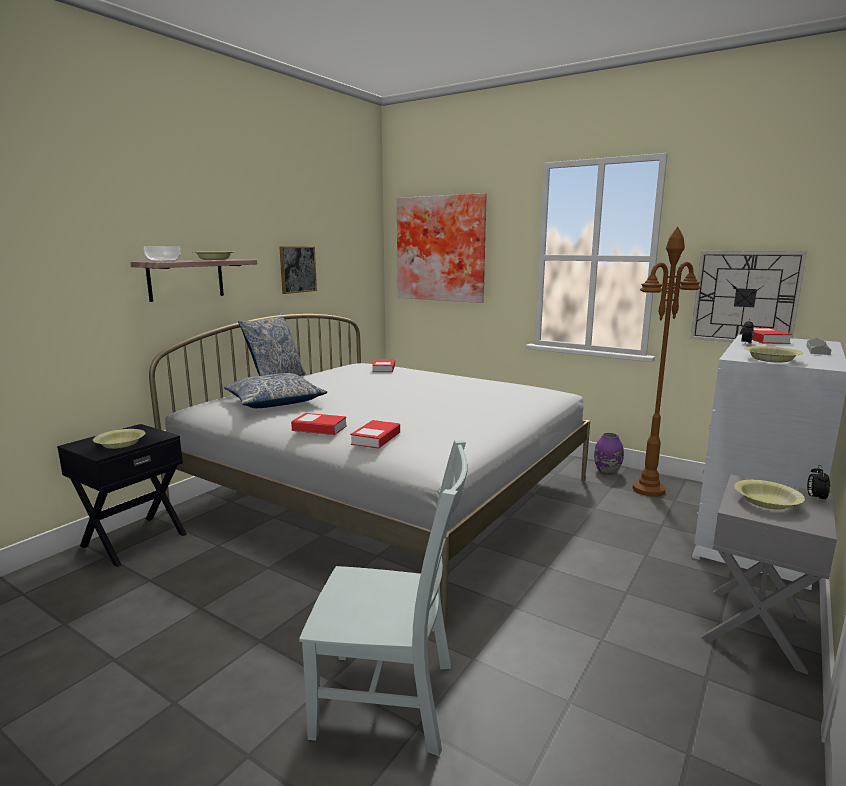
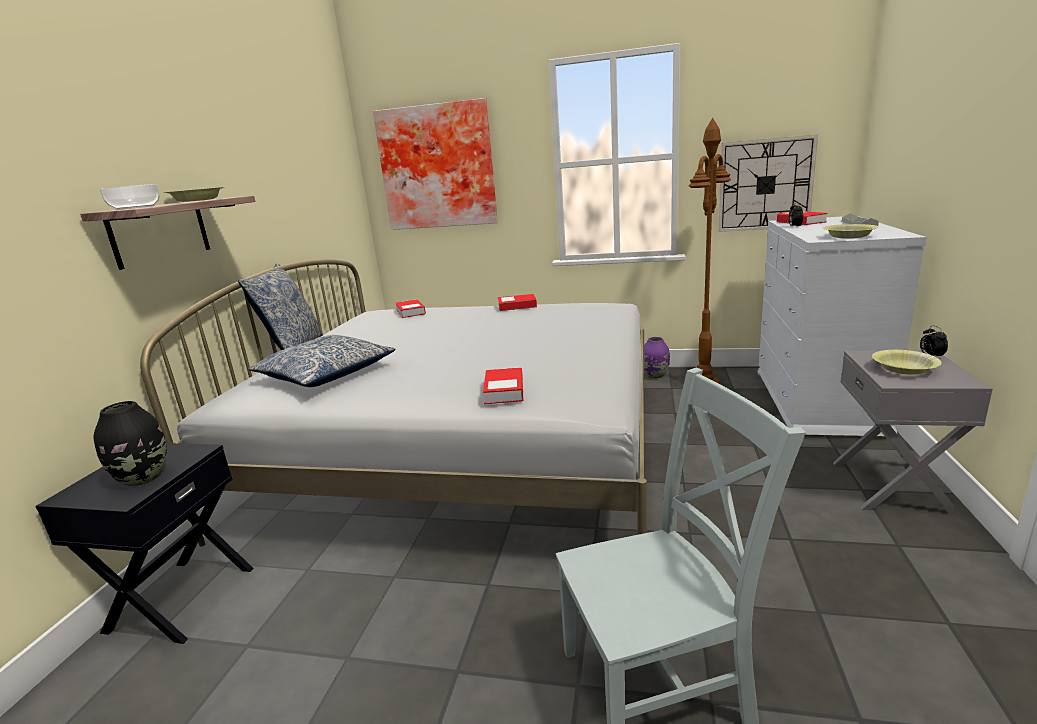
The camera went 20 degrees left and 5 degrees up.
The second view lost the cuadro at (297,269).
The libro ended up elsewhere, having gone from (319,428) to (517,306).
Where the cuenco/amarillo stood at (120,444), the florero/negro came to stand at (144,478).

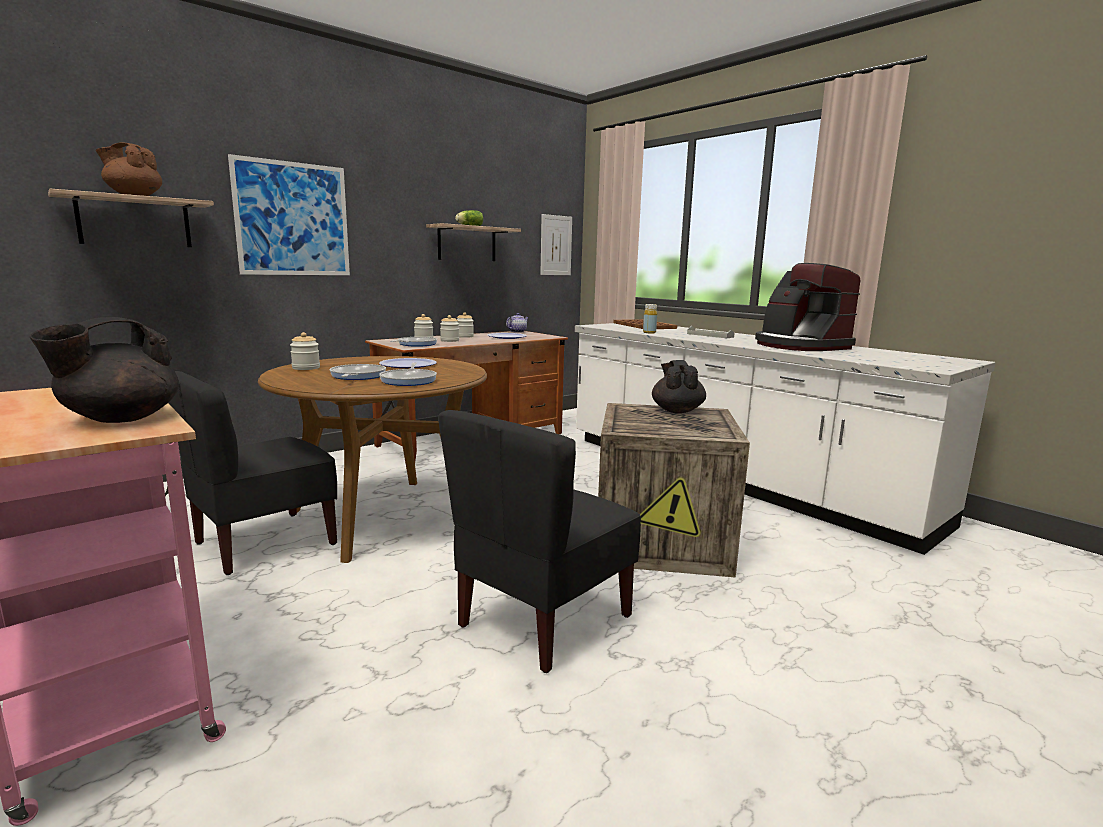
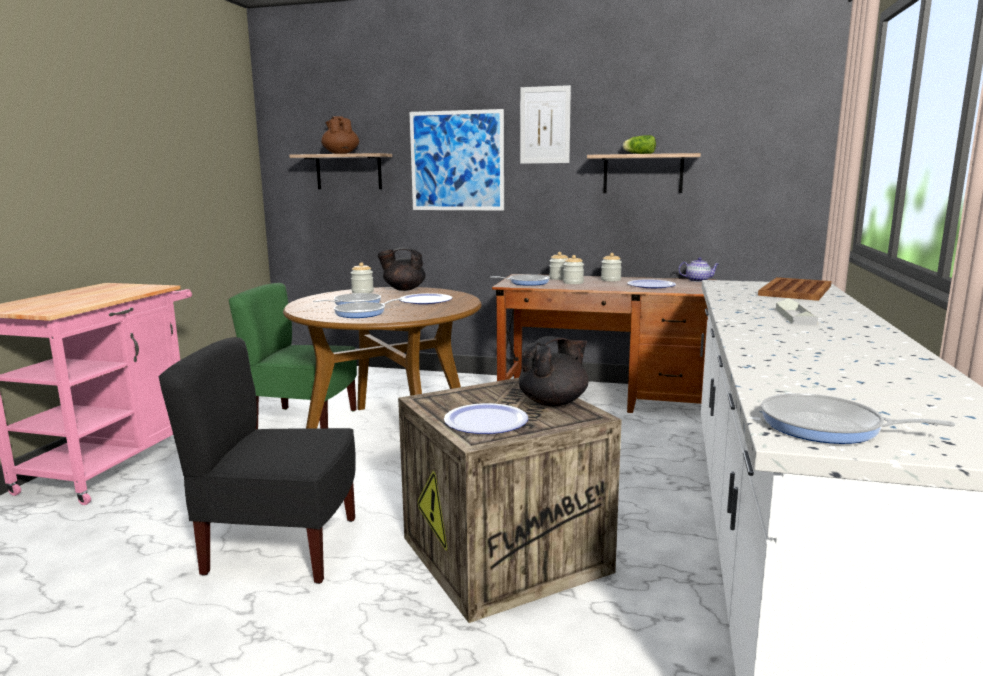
The camera went 55 degrees right and 0 degrees up.
The second view lost the botella/amarillo at (649,332).
The second view lost the cafetera at (799,346).
The second view gained the plato at (486,421).
The second view gained the sartén at (827,427).
The tetera/negro ended up elsewhere, having gone from (120,418) to (403,289).
The cuadro ended up elsewhere, having gone from (556,245) to (545,125).
What was the silla/negro at (264,543) turned into the silla/verde at (304,422).

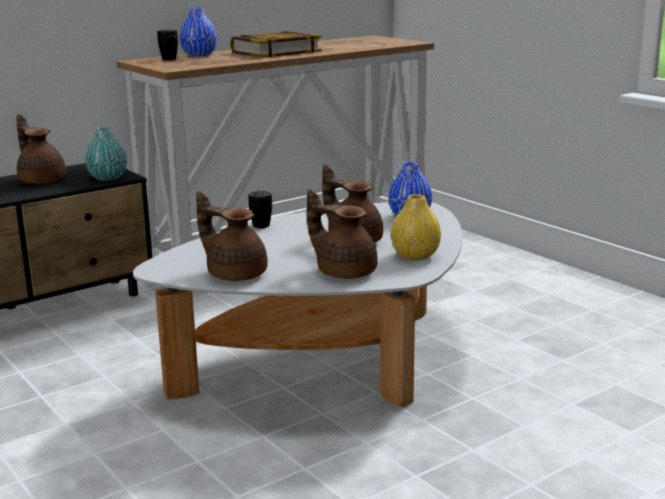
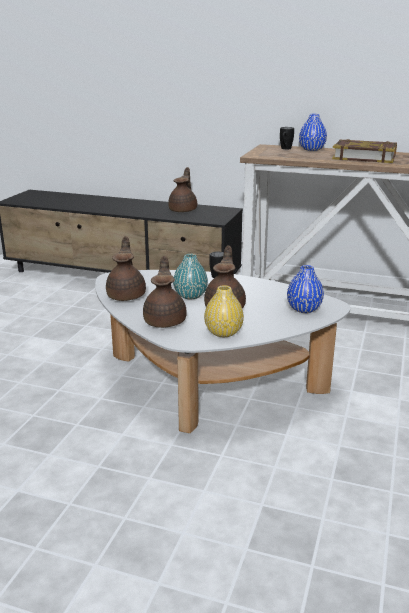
The camera went 55 degrees right and 5 degrees up.
The florero/turquesa ended up elsewhere, having gone from (107,178) to (190,295).

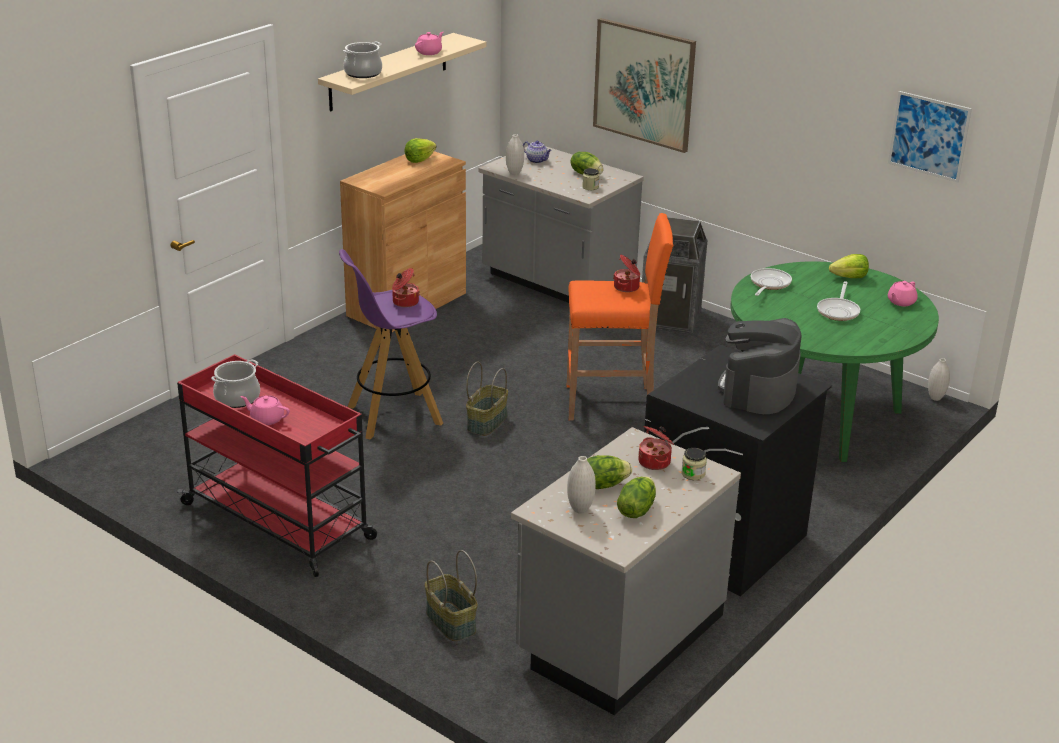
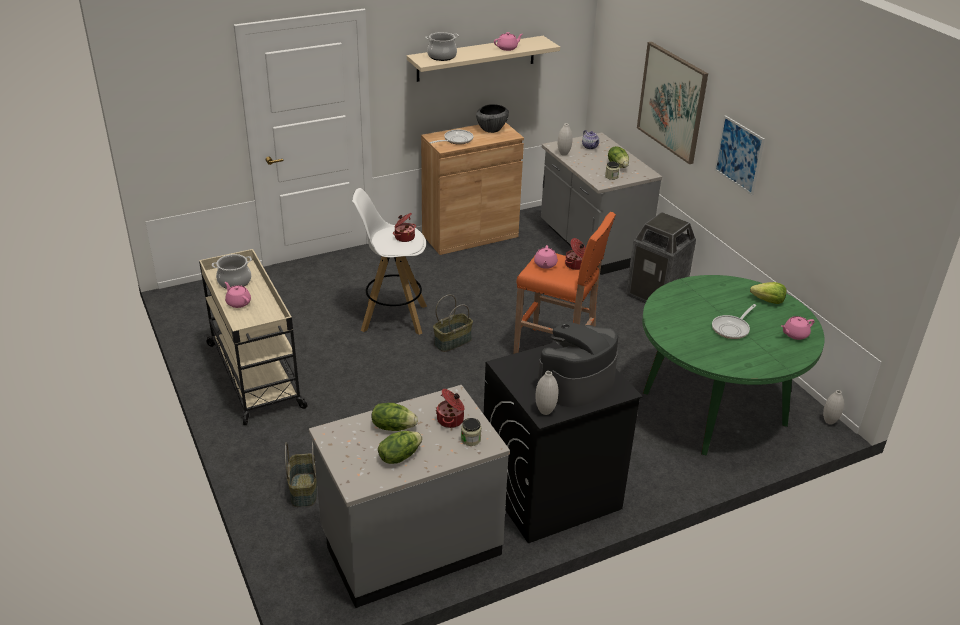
The camera went 25 degrees right and 5 degrees up.
The second view gained the tetera/rosa at (545,264).
The florero/blanco ended up elsewhere, having gone from (580,509) to (545,411).
The sartén ended up elsewhere, having gone from (769,284) to (456,140).
The cuadro ended up elsewhere, having gone from (929,136) to (739,155).
Where the lechuga stood at (419,160), the cuenco came to stand at (491,130).
What was the carrito/rojo at (279,522) turned into the carrito/beis at (256,376).
What was the taburete/morado at (393,415) turned into the taburete/blanco at (393,318).

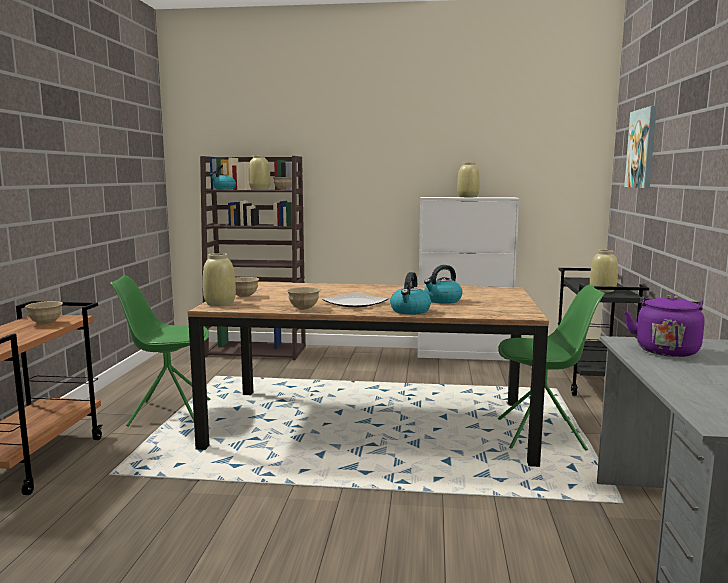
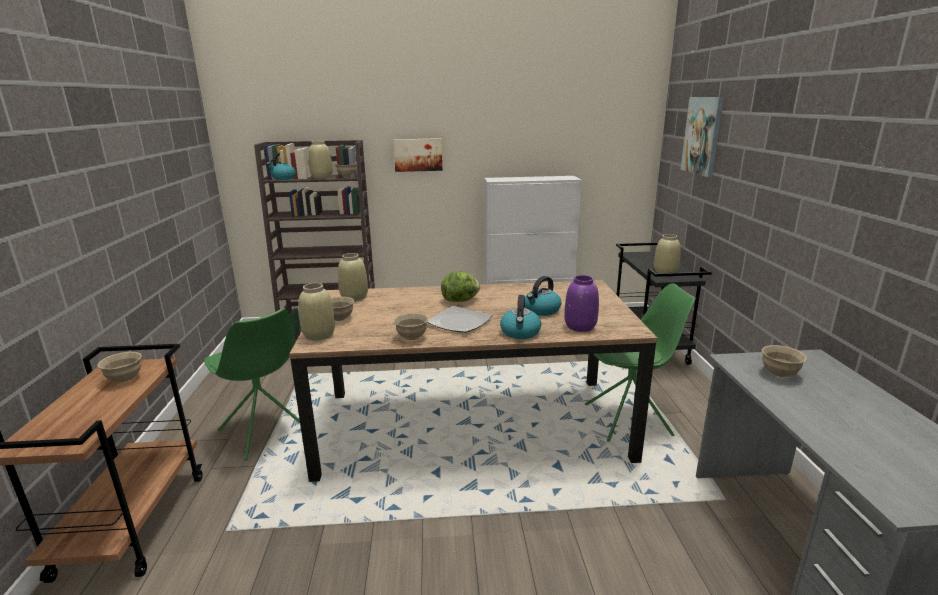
The camera went 10 degrees left and 10 degrees up.
The second view gained the cuadro at (418,154).
The second view gained the lechuga at (461,300).
The second view gained the florero/morado at (579,326).
The florero/beis ended up elsewhere, having gone from (468,197) to (354,297).
Where the hervidor/morado stood at (666,350), the cuenco/beis came to stand at (779,374).
The silla/verde at (168,412) ended up facing another way, 120 degrees counterclockwise from before.

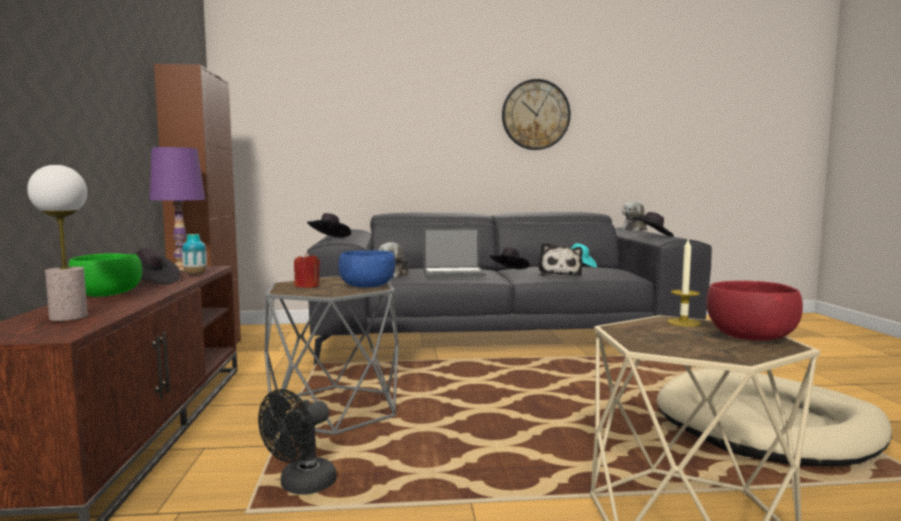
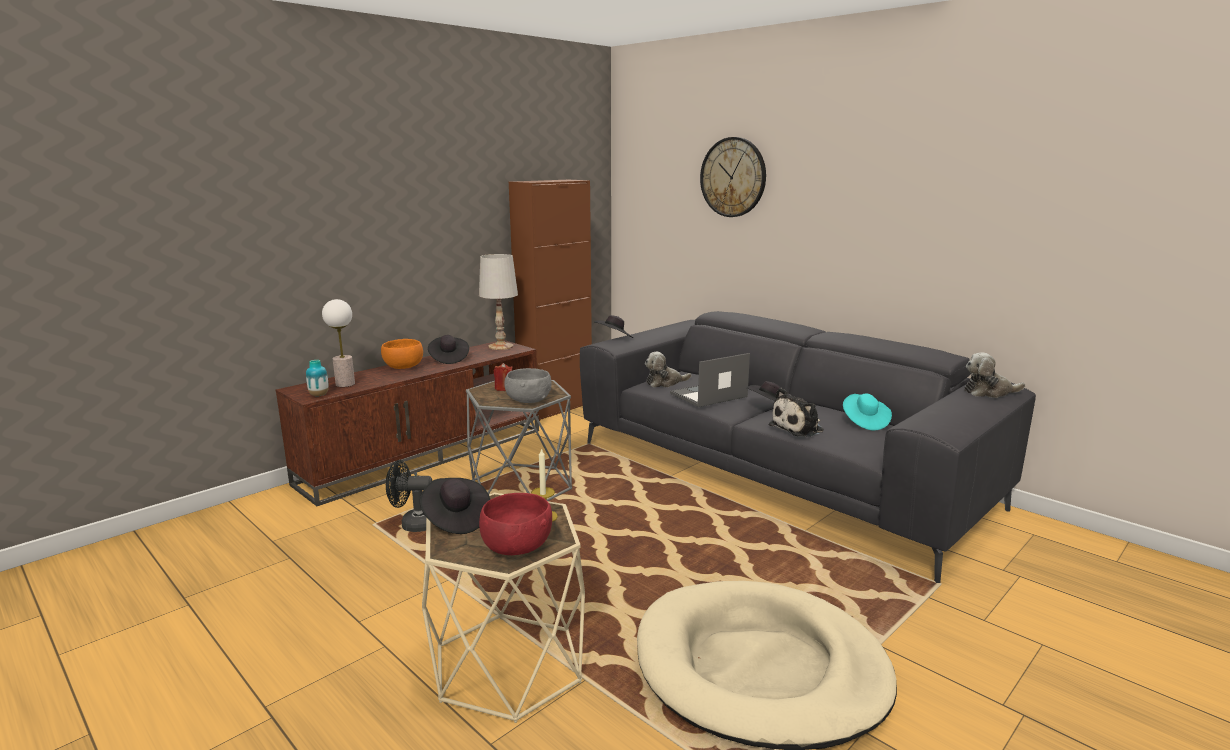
The camera went 50 degrees right and 10 degrees up.
The florero ended up elsewhere, having gone from (195,274) to (319,395).
The reloj de pared ended up elsewhere, having gone from (535,115) to (733,177).
The sombrero/negro ended up elsewhere, having gone from (652,236) to (455,519).
What was the cuenco/verde at (108,294) turned into the cuenco/naranja at (404,367).
What was the lámpara de mesa/morado at (182,269) turned into the lámpara de mesa/blanco at (501,346).
What was the cuenco/azul at (366,287) turned into the cuenco/gris at (528,400).
The portátil at (454,273) ended up facing another way, 105 degrees clockwise from before.

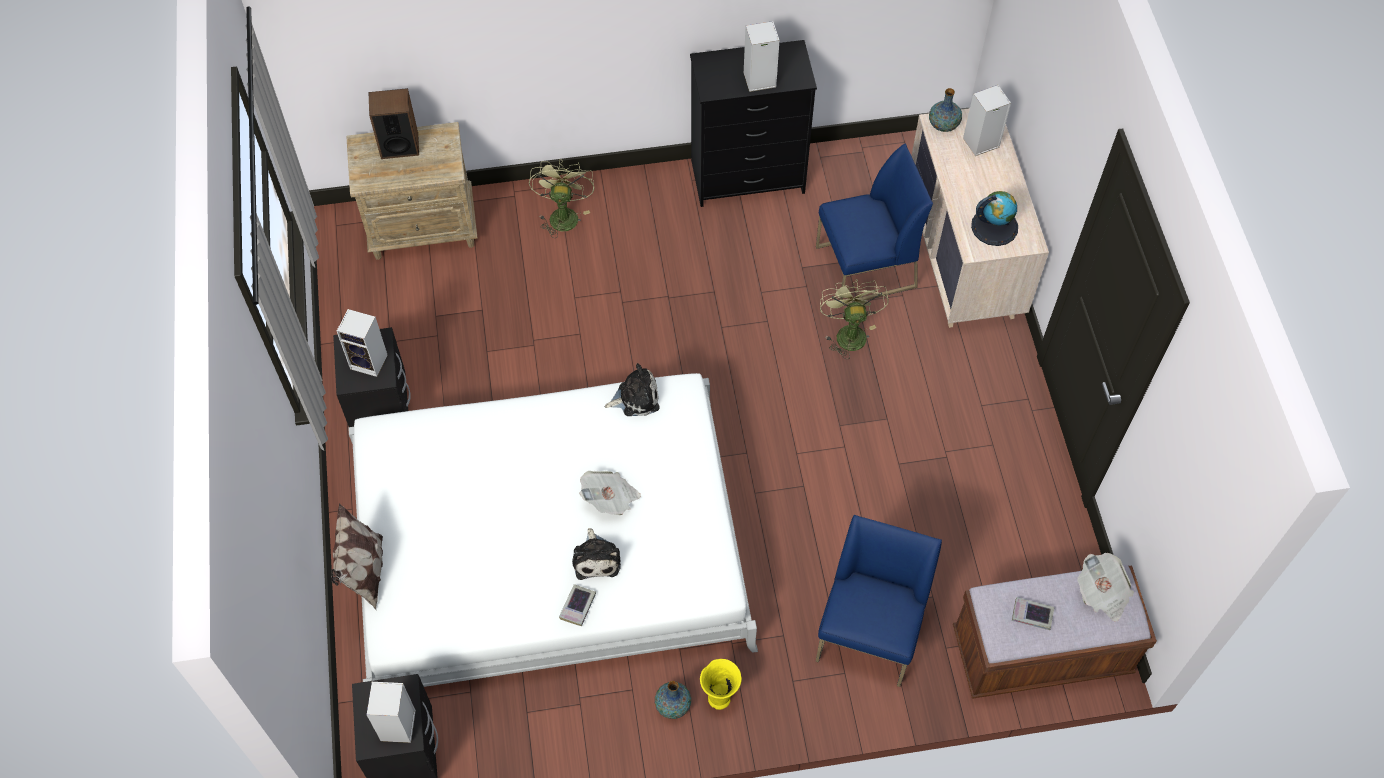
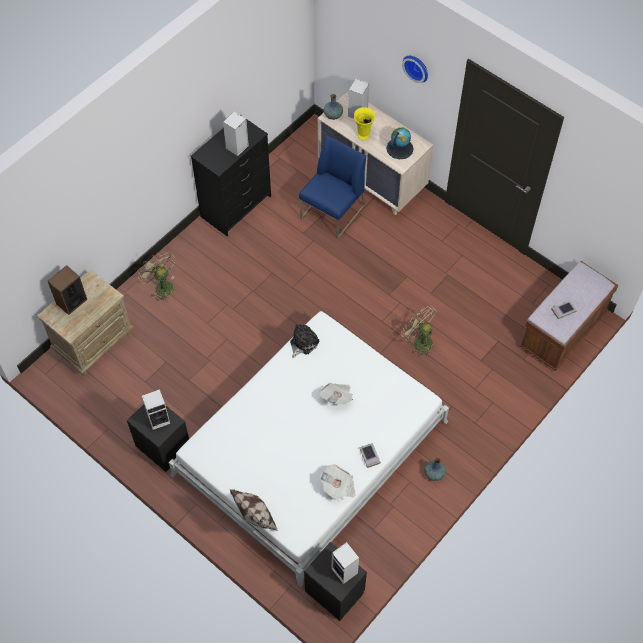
The camera went 40 degrees left and 0 degrees up.
The second view lost the peluche at (596,558).
The second view lost the silla/azul at (870,633).
The second view gained the reloj de pared at (417,67).
The florero/amarillo ended up elsewhere, having gone from (719,697) to (363,135).
The ventilador/verde ended up elsewhere, having gone from (848,332) to (419,341).
The periódico ended up elsewhere, having gone from (1102,593) to (338,487).

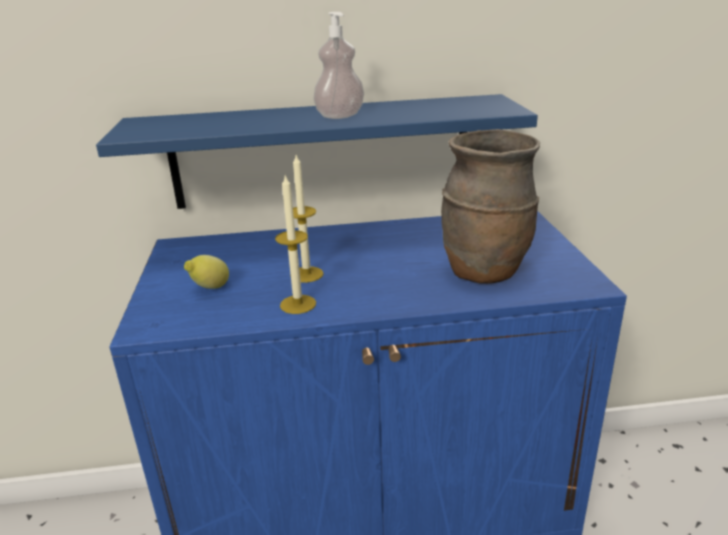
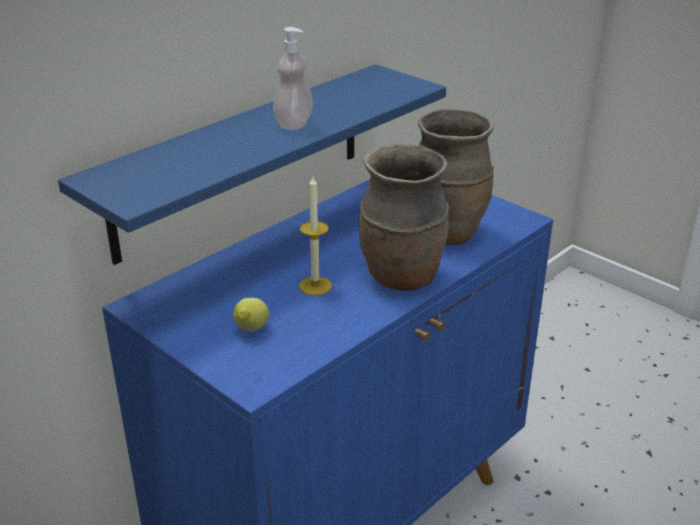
The camera went 40 degrees left and 5 degrees up.
The second view lost the vela at (298,304).
The second view gained the florero/marrón at (402,278).

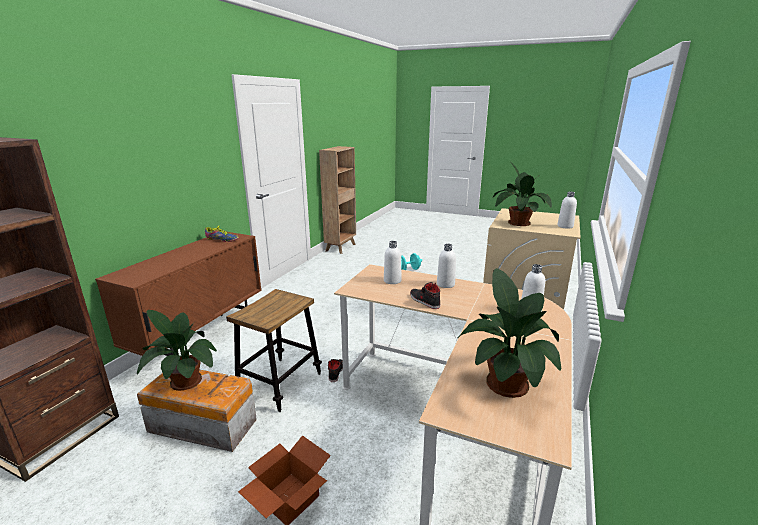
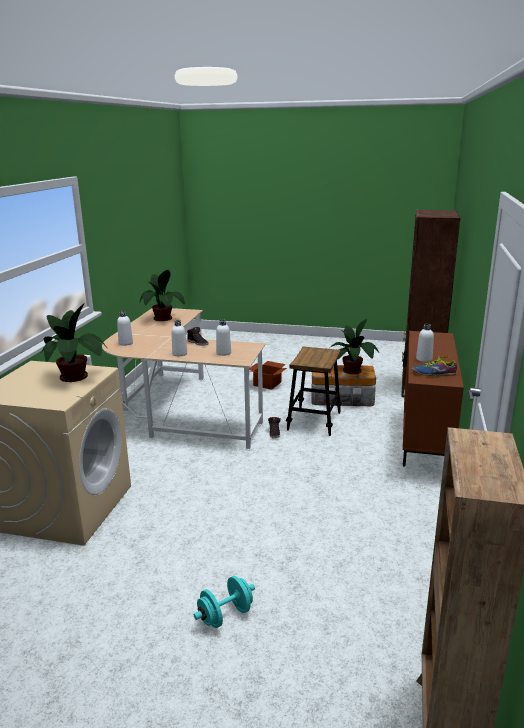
The camera went 170 degrees right and 0 degrees up.
The botella/blanco ended up elsewhere, having gone from (565,226) to (424,359).

